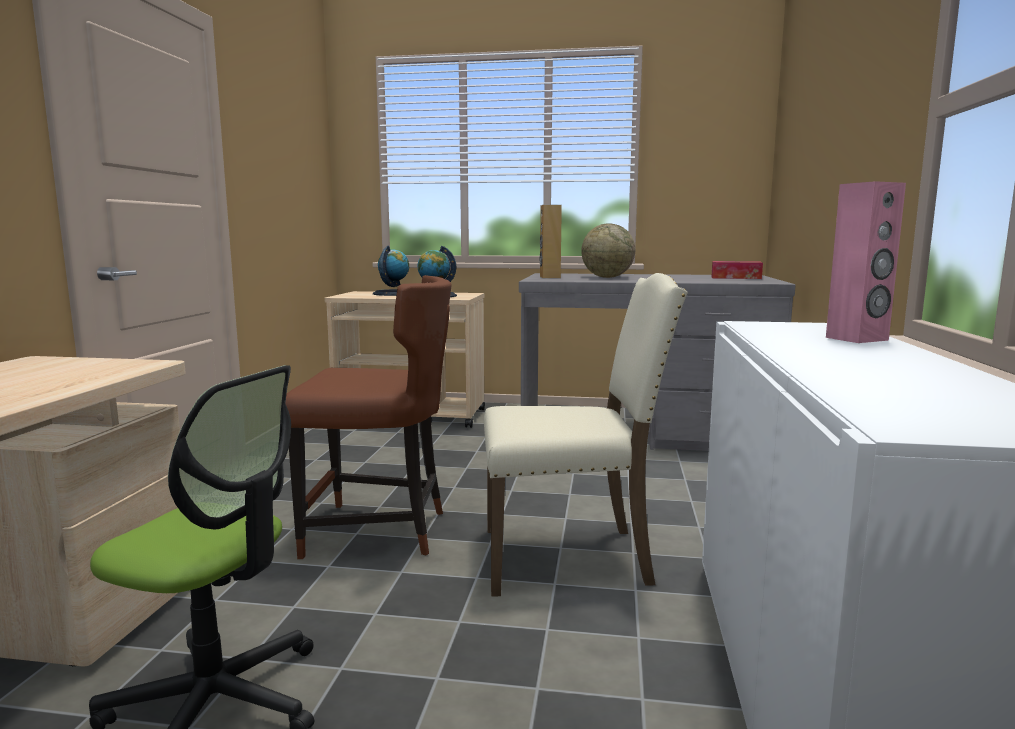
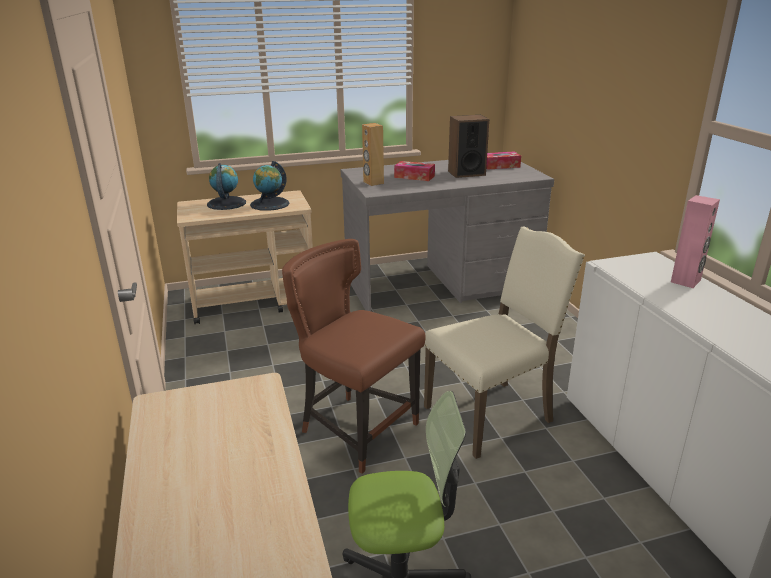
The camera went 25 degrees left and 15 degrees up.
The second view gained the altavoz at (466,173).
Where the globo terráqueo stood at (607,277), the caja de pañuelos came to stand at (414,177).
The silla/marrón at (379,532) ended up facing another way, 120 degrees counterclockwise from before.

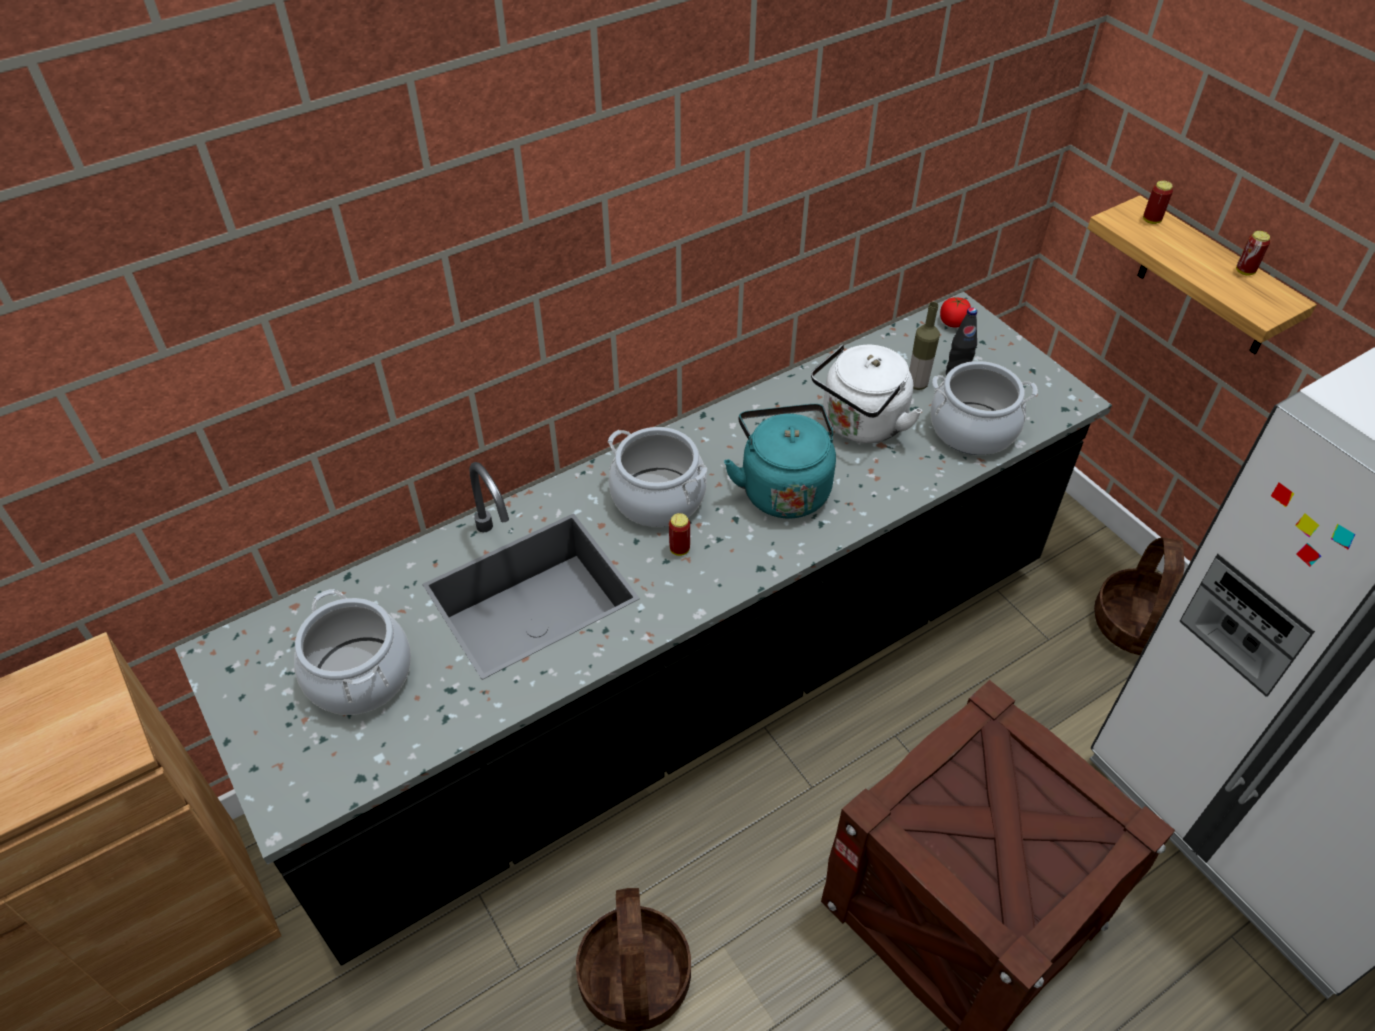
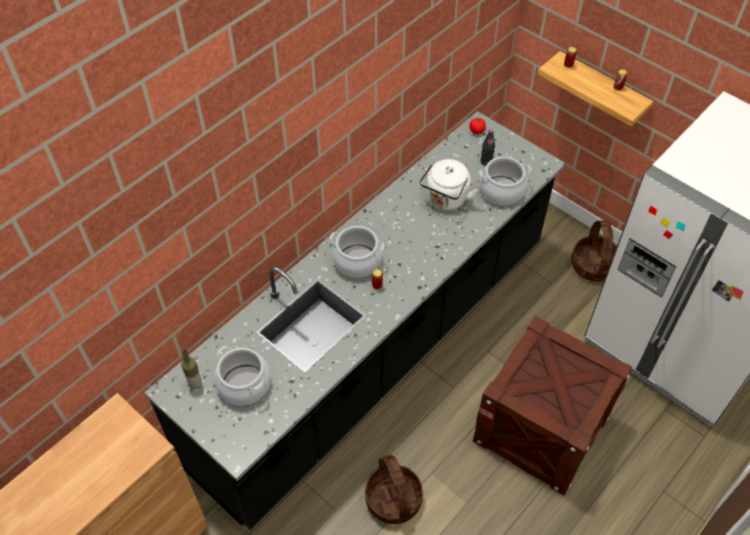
The camera went 15 degrees left and 5 degrees up.
The second view lost the hervidor/turquesa at (783,487).
The botella ended up elsewhere, having gone from (917,384) to (195,384).

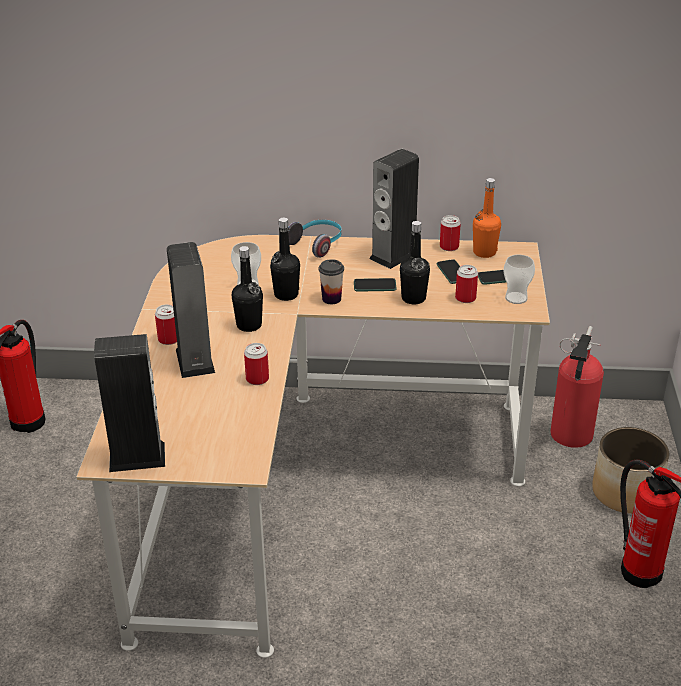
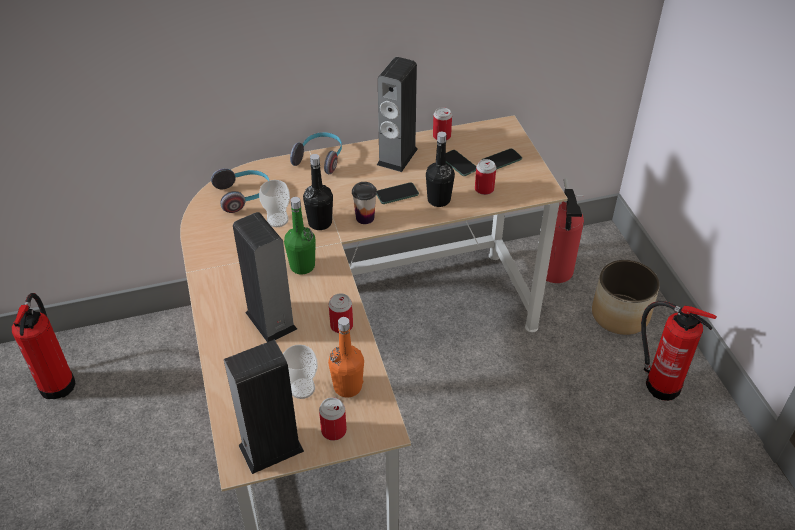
The camera went 20 degrees left and 10 degrees up.
The second view gained the auriculares at (244,196).
The lata ended up elsewhere, having gone from (169,339) to (334,430).
The botella/naranja ended up elsewhere, having gone from (484,252) to (347,386).
The taza ended up elsewhere, having gone from (516,298) to (302,388).
What was the botella/negro at (249,325) turned into the botella/verde at (302,266).

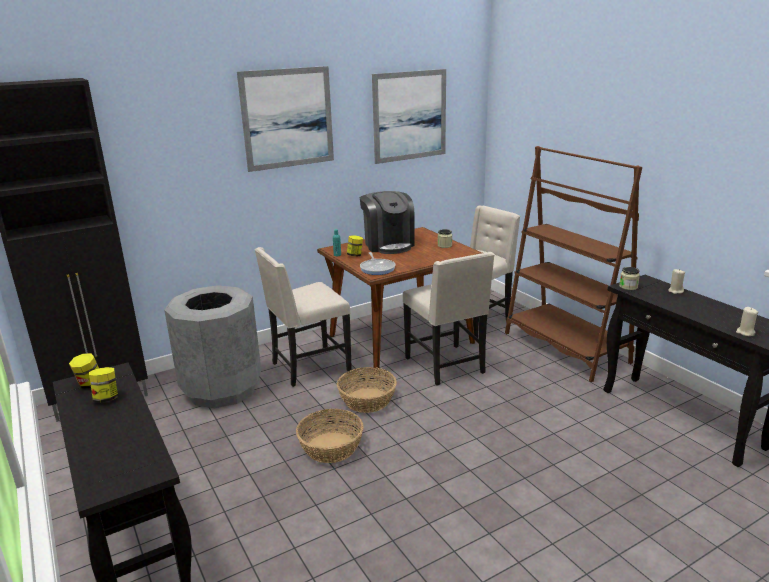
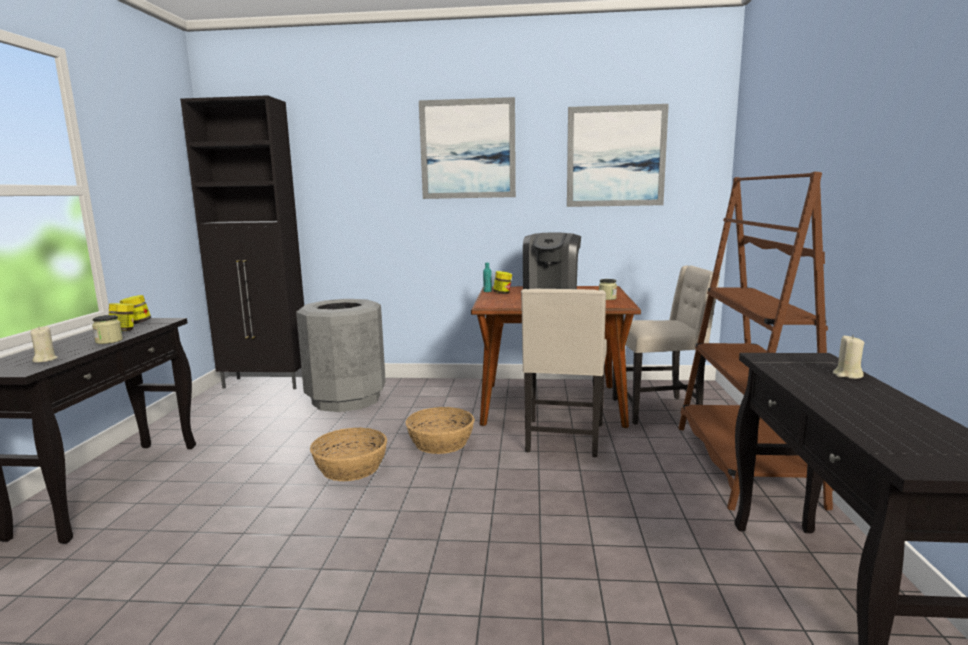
The camera went 35 degrees right and 10 degrees down.
The second view lost the silla/beis at (309,367).
The second view lost the sartén at (377,268).
The tarro ended up elsewhere, having gone from (628,287) to (109,341).
The vela/beis ended up elsewhere, having gone from (745,332) to (45,360).

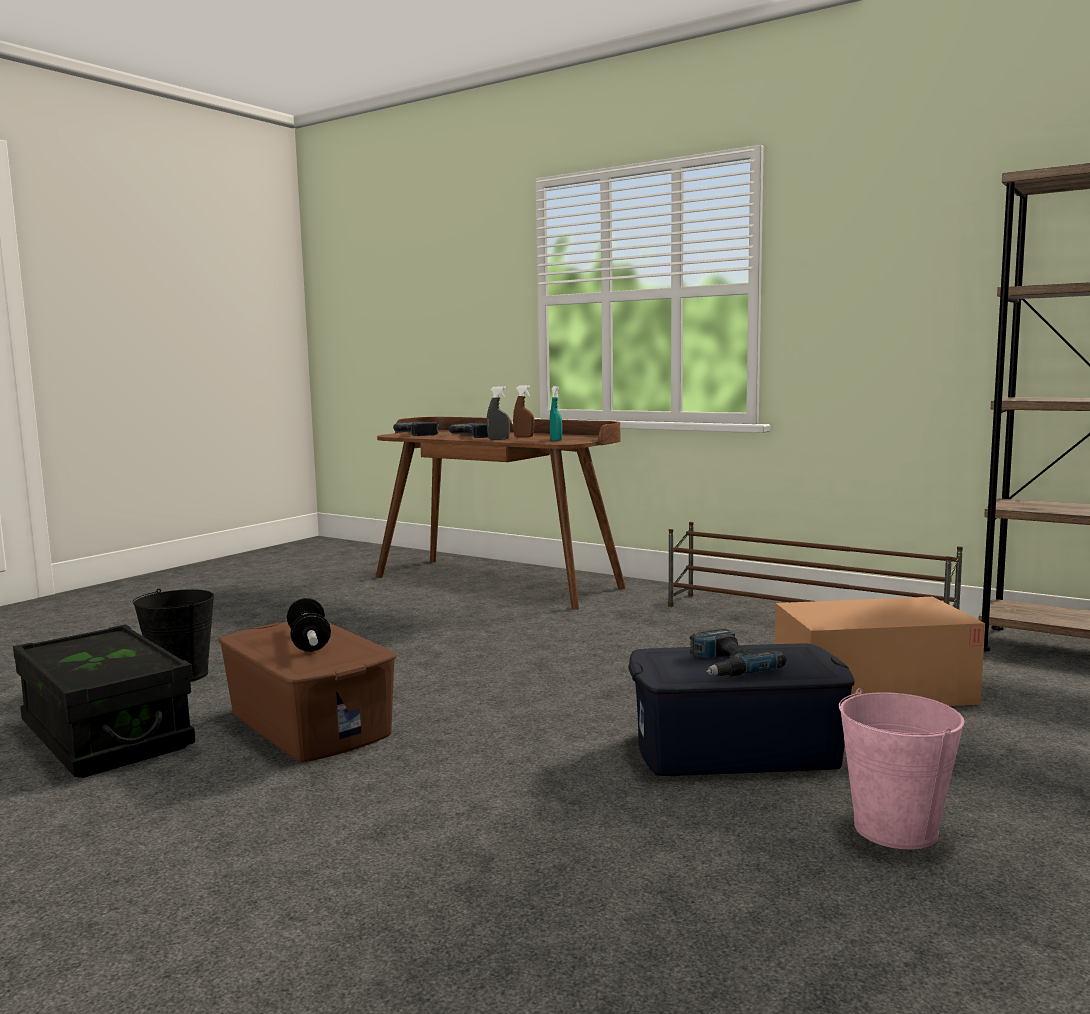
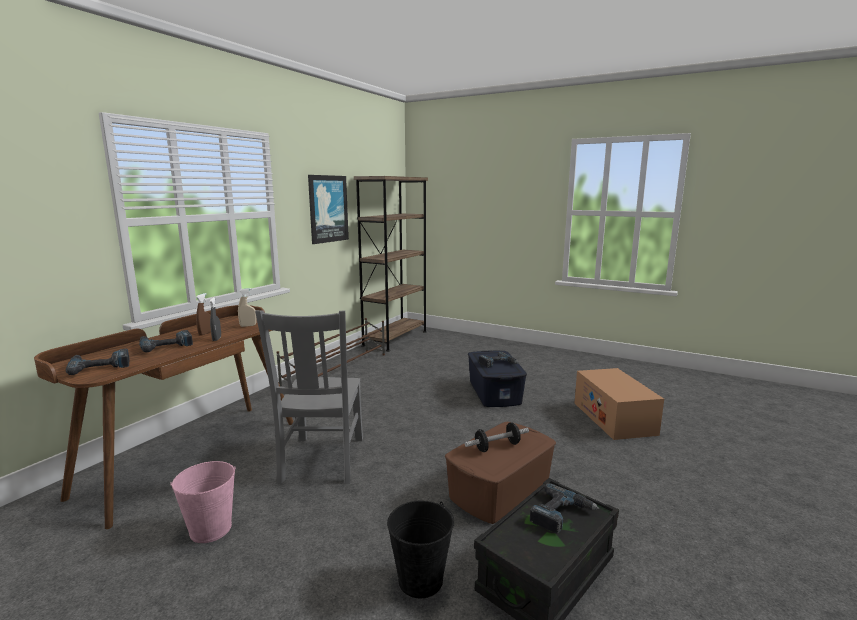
The camera went 95 degrees left and 5 degrees up.
The second view gained the silla/gris at (322,461).
The second view gained the cuadro at (328,209).
The second view gained the taladro at (561,514).
The caja de cartón ended up elsewhere, having gone from (872,690) to (614,418).
The cubo/rosa ended up elsewhere, having gone from (895,828) to (210,529).
What was the pulverizador/turquesa at (556,440) turned into the pulverizador/beis at (248,326).

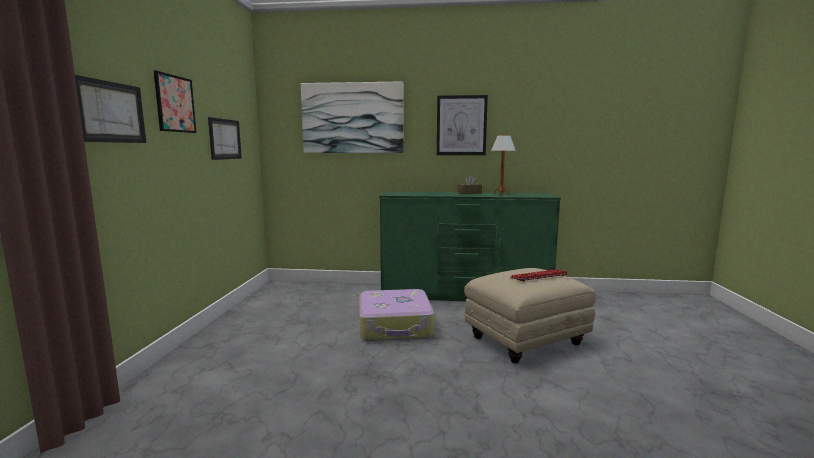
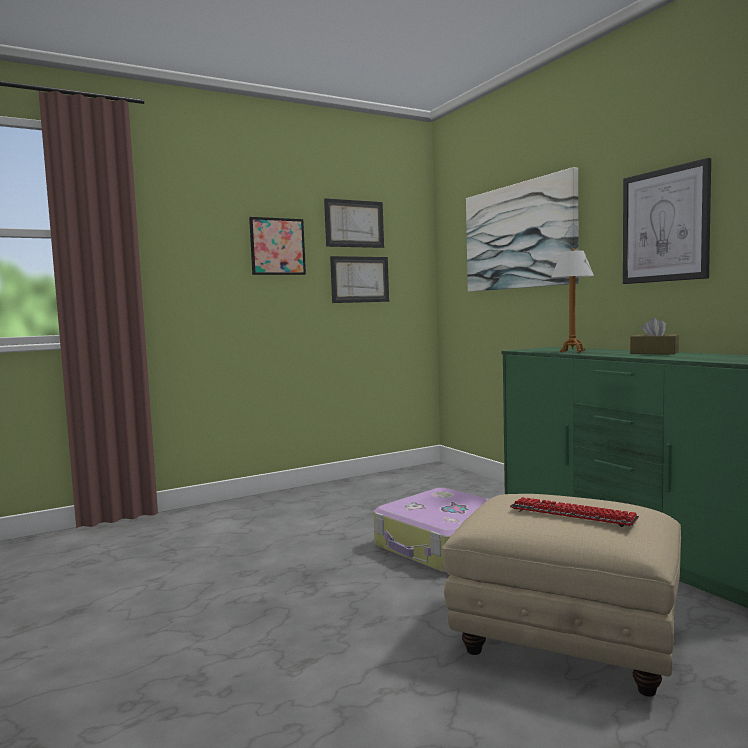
The camera went 55 degrees right and 5 degrees down.
The cuadro ended up elsewhere, having gone from (111,112) to (354,224).
The lámpara de mesa ended up elsewhere, having gone from (501,194) to (572,351).

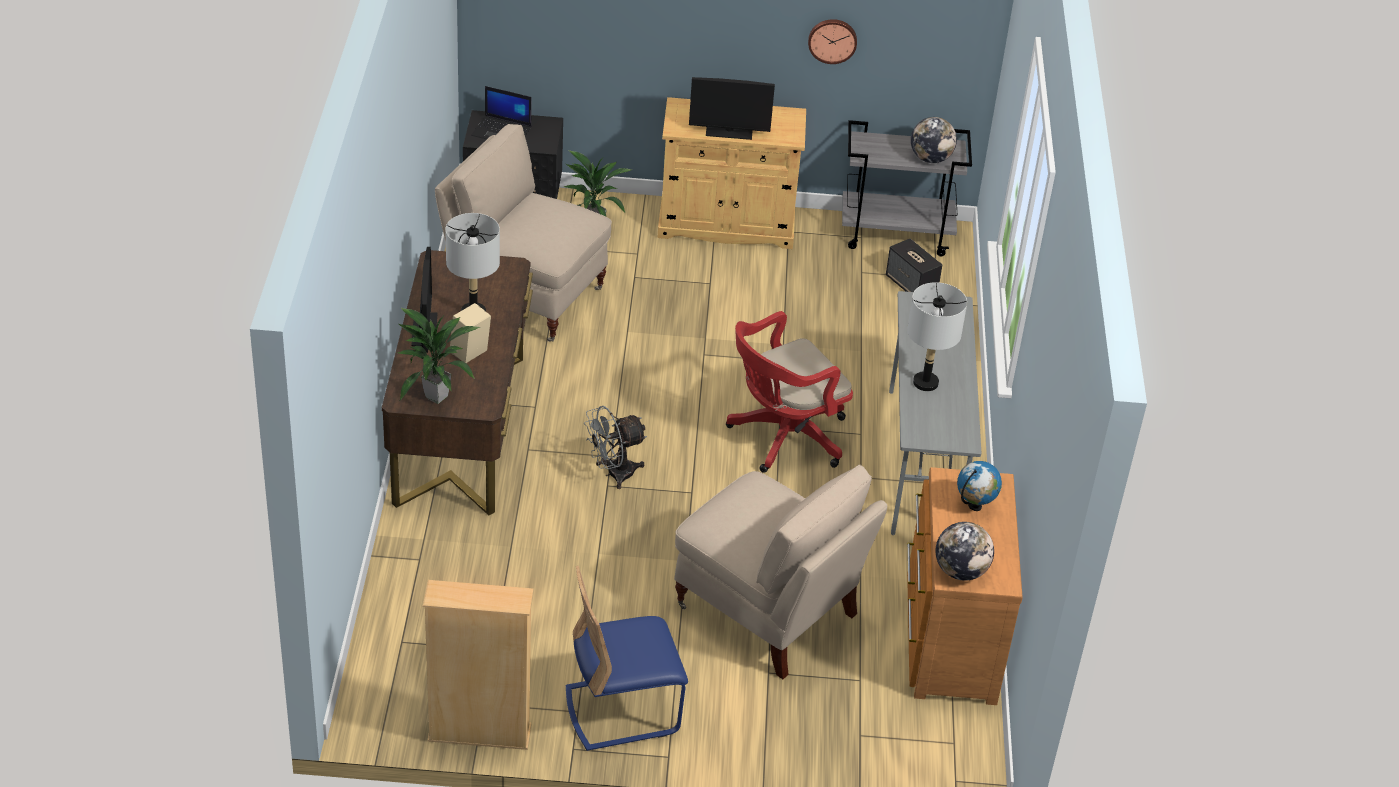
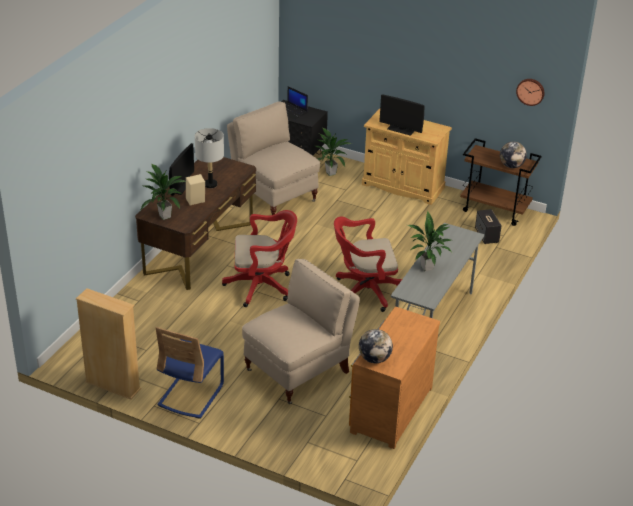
The camera went 25 degrees right and 5 degrees down.
The second view lost the globo terráqueo at (974,506).
The reloj de pared ended up elsewhere, having gone from (832,40) to (530,91).
Where the ventilador/gris stood at (613,474), the silla de oficina/rojo came to stand at (262,286).
Where the lámpara de mesa/gris stood at (925,383), the planta en maceta came to stand at (427,268).
What was the carrito/gris at (897,234) turned into the carrito/marrón at (495,210).
The silla/azul at (622,710) ended up facing another way, 75 degrees counterclockwise from before.
The silla/beis at (768,612) ended up facing another way, 105 degrees counterclockwise from before.

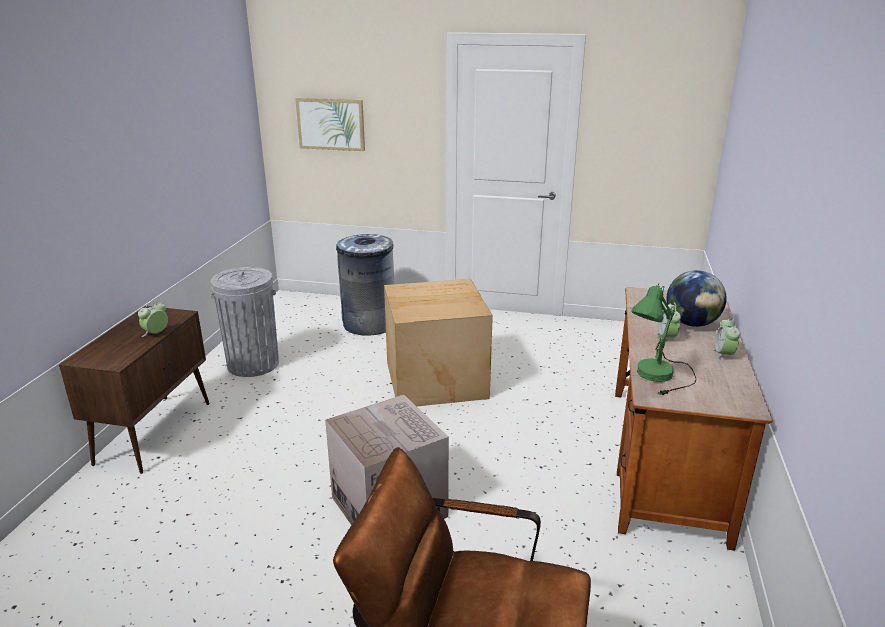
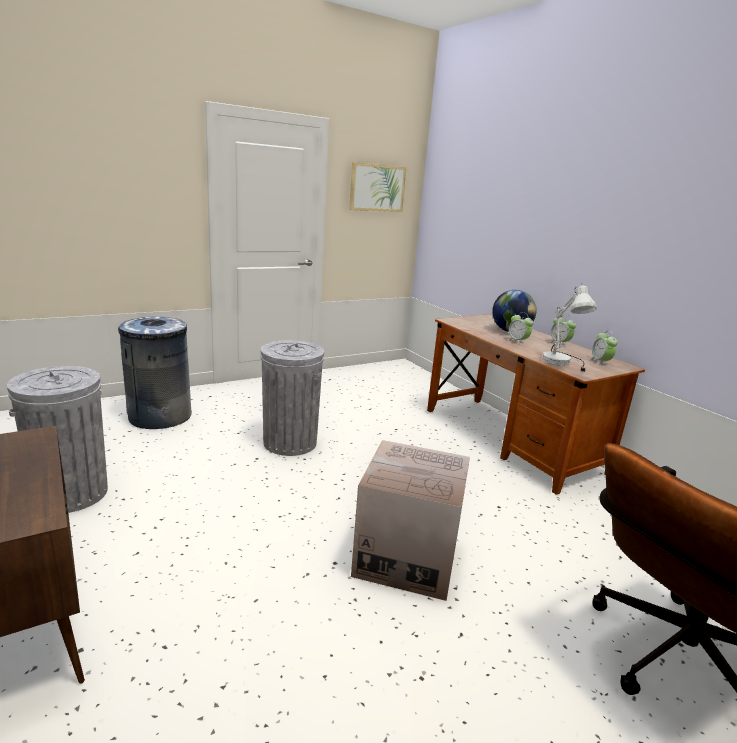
The camera went 45 degrees left and 5 degrees down.
The despertador ended up elsewhere, having gone from (156,333) to (600,362).
The cuadro ended up elsewhere, having gone from (331,124) to (377,188).
Where the caja de cartón stood at (434,379), the papelera/gris came to stand at (290,442).
What was the lámpara de mesa/verde at (661,379) turned into the lámpara de mesa/blanco at (565,364).

